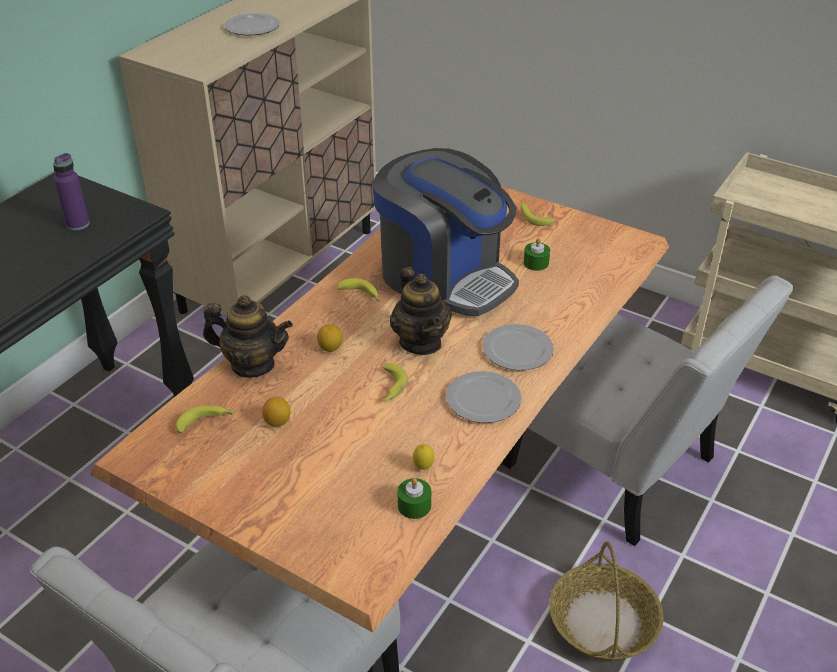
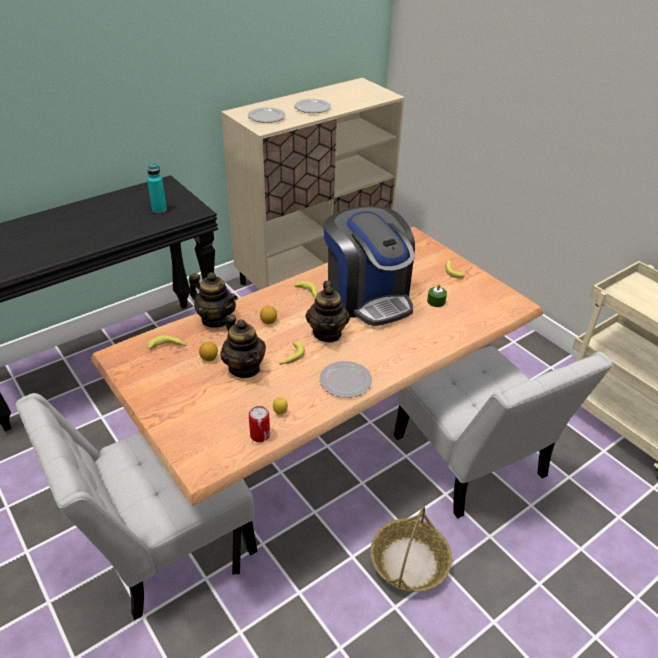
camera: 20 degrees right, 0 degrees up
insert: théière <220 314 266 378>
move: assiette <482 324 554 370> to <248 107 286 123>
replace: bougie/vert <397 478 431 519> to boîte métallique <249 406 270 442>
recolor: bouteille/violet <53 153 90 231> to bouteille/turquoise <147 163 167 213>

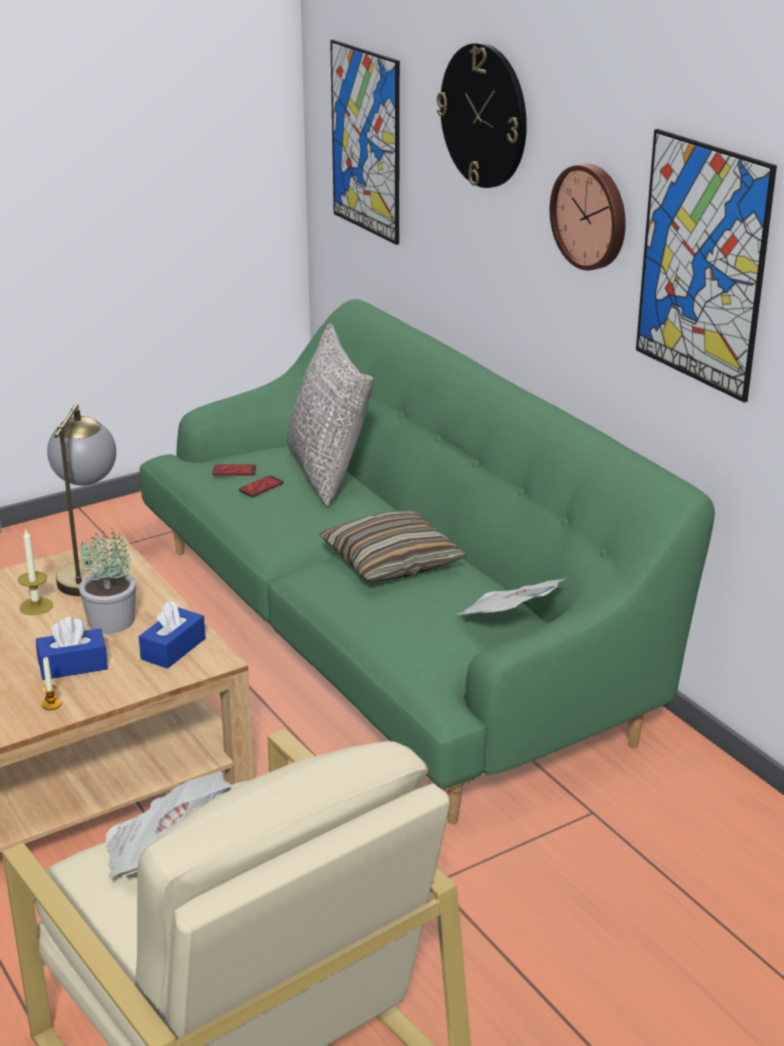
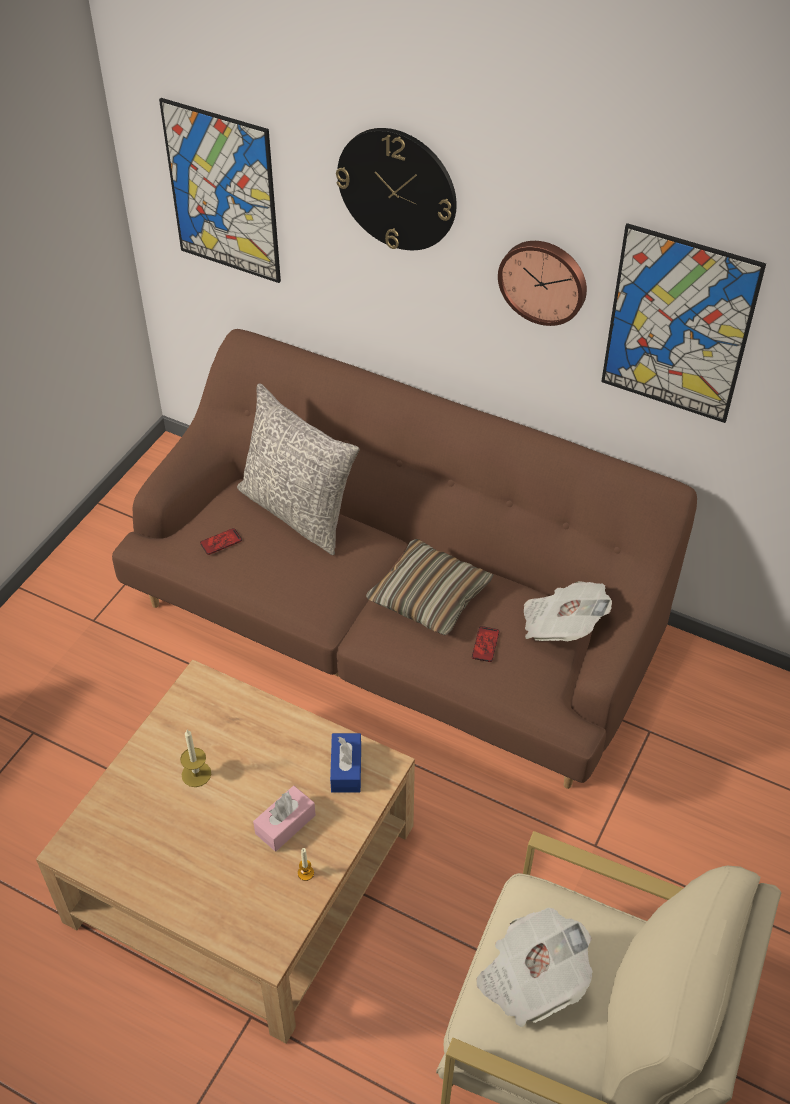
camera: 30 degrees left, 20 degrees up
delete: lampe de table <47 404 116 596>; plante en pot <79 528 136 634>
move: téléphone <239 475 284 497> to <472 626 500 662>
recolor: boîte à mouchoirs/bleu <36 617 108 680> to boîte à mouchoirs/rose <253 786 316 852>; canapé/vert <140 299 715 825> to canapé/marron <112 329 697 789>

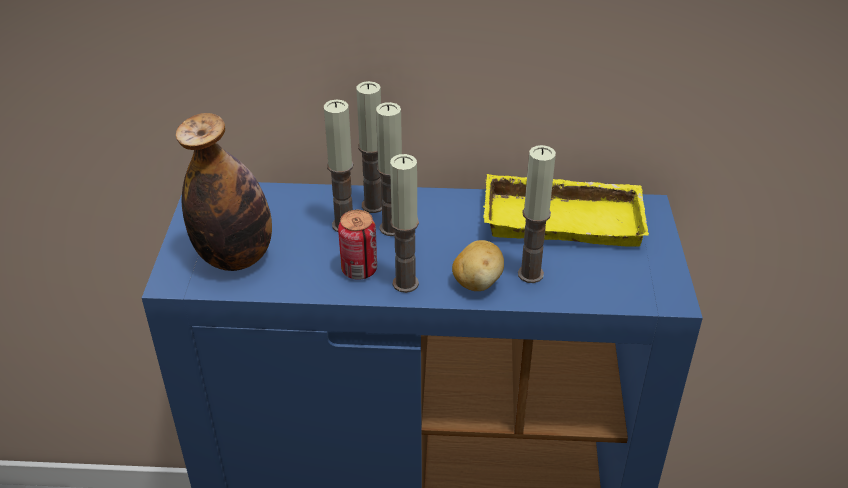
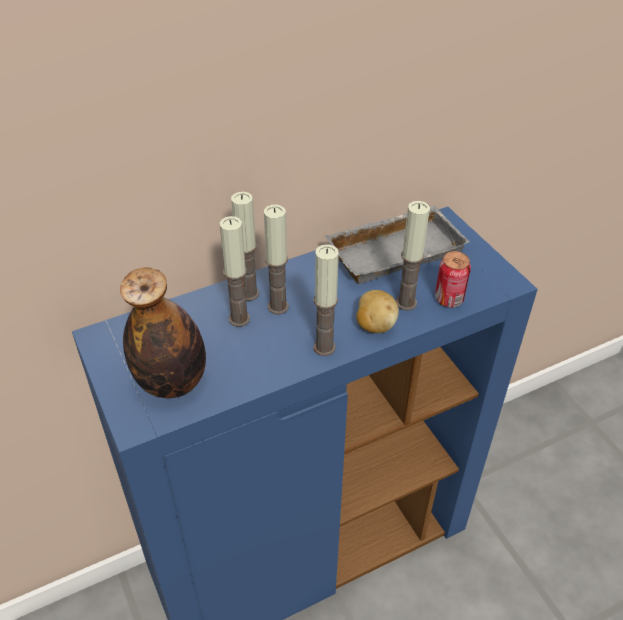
camera: 30 degrees left, 5 degrees up
move: boîte métallique <338 210 377 280> to <435 251 471 307>
recolor: plateau/jaune <483 174 649 247> to plateau/gris <325 206 470 284>

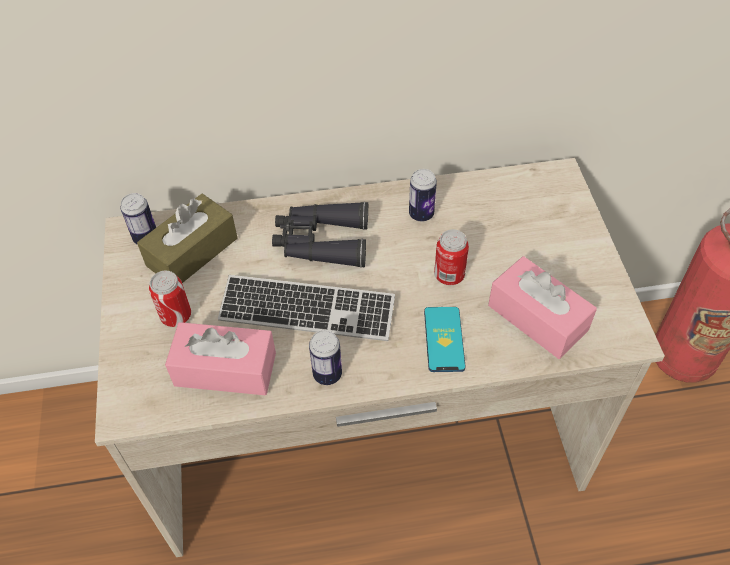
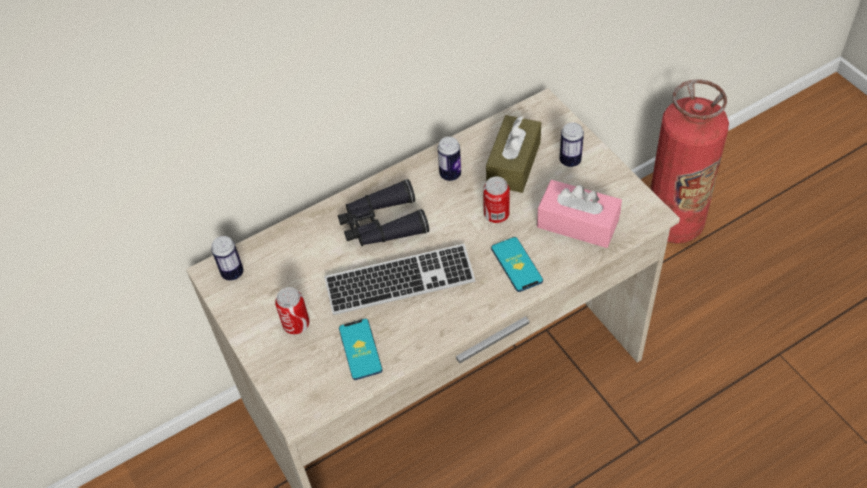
camera: 20 degrees left, 0 degrees up
move: boîte à mouchoirs/marron <137 194 238 283> to <486 115 541 193>; boîte métallique <309 330 342 385> to <560 122 584 167>
replace: boîte à mouchoirs/rose <165 322 276 395> to téléphone <339 319 383 380>

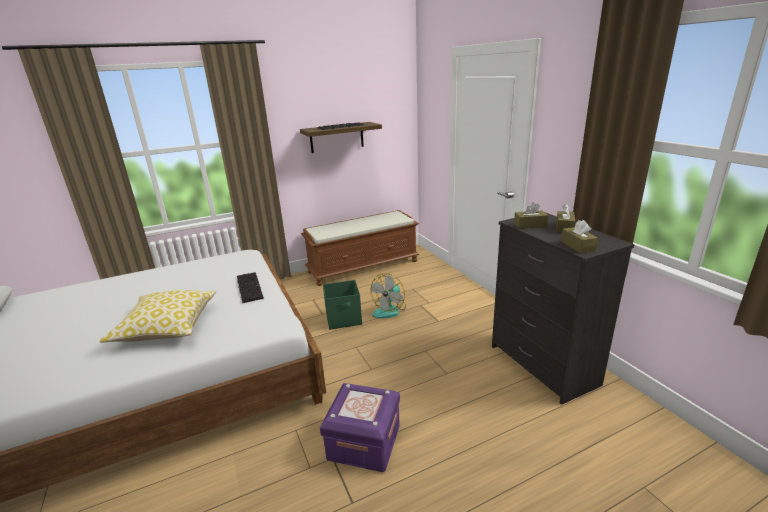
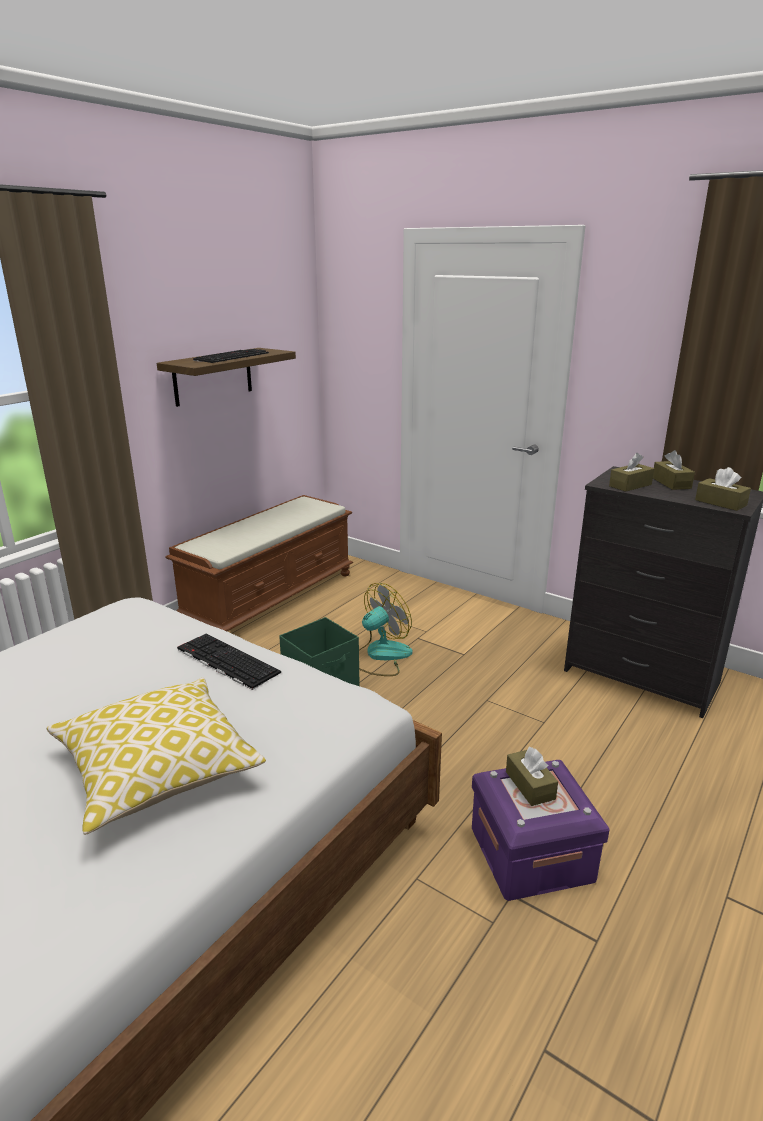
camera: 30 degrees left, 0 degrees up
insert: boîte à mouchoirs/marron <506 747 558 806>
rotate: ventilateur <370 273 406 318> = <359 583 413 676> 135 degrees counterclockwise

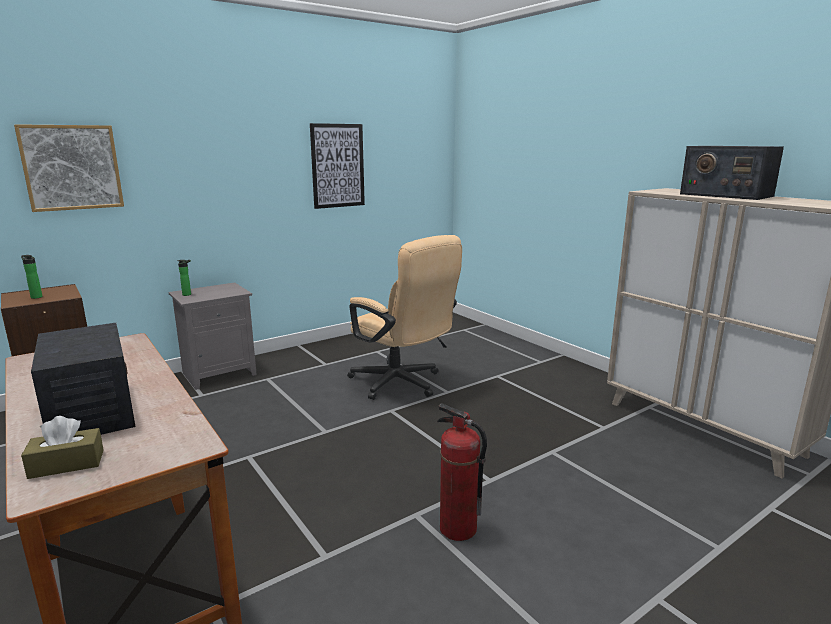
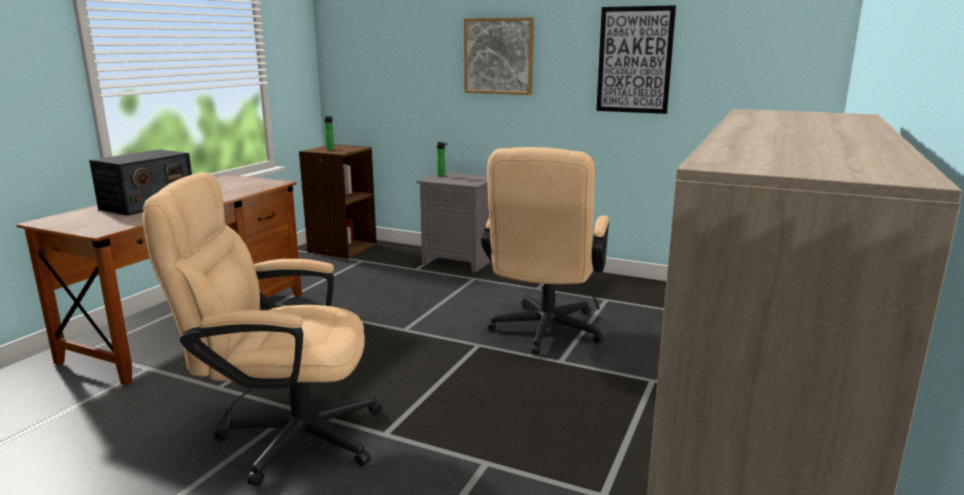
camera: 60 degrees right, 0 degrees up
delete: boîte à mouchoirs/marron <21 416 104 479>; radio <680 146 784 200>
move: tableau <14 124 124 212> to <464 17 534 95>
replace: extincteur <437 403 487 541> to chaise de bureau/beige <142 172 382 486>

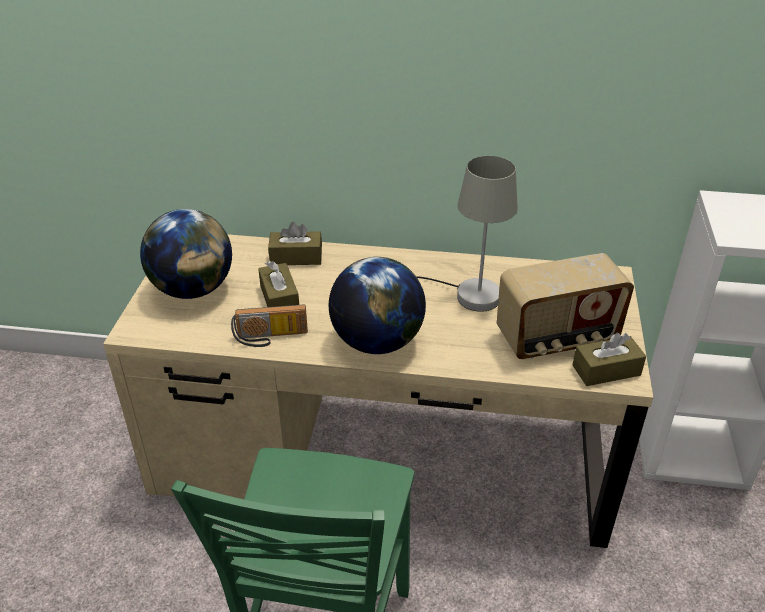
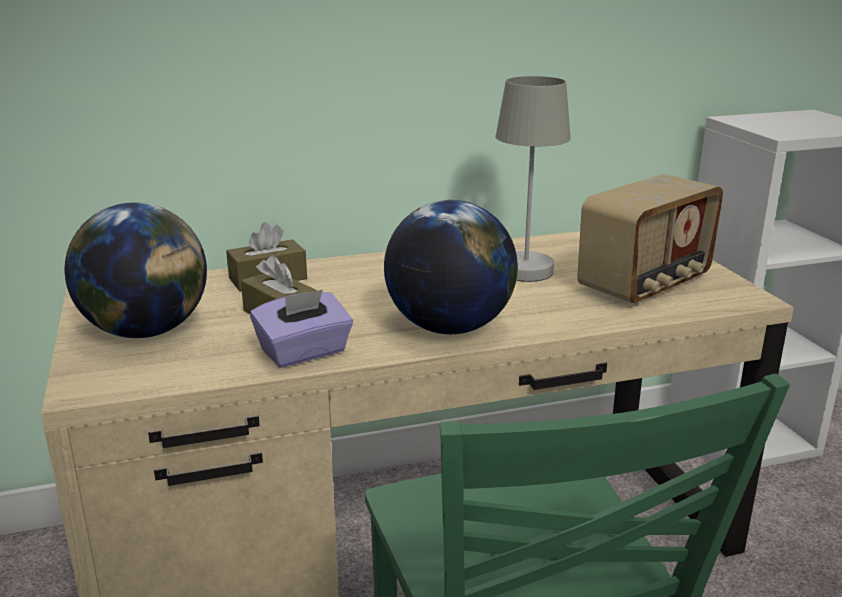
camera: 25 degrees left, 15 degrees down
delete: boîte à mouchoirs/marron <573 333 646 386>
replace: radio <231 304 308 347> to boîte à mouchoirs/violet <250 289 353 368>

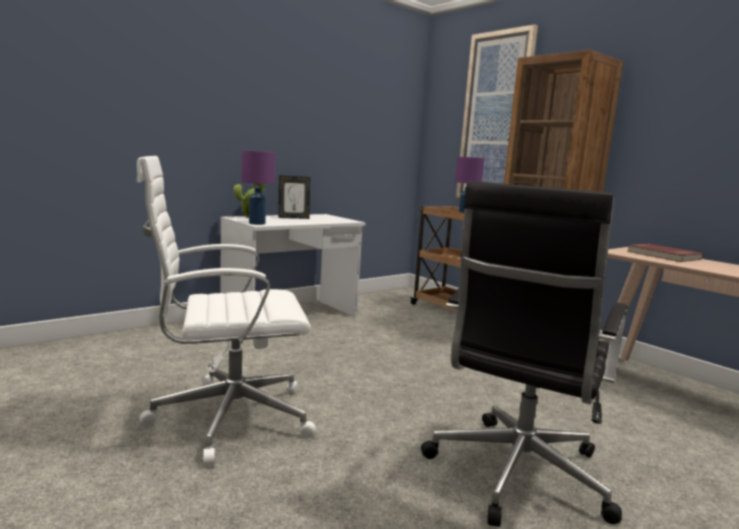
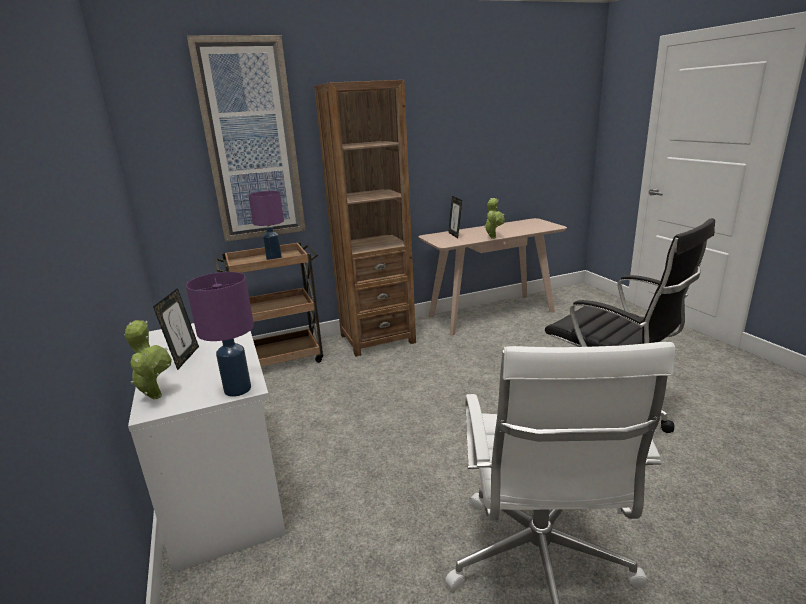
camera: 70 degrees left, 10 degrees up
insert: plante en pot <484 198 505 239>
replace: livre/rouge <627 244 703 262> to cadre photo <448 196 462 238>

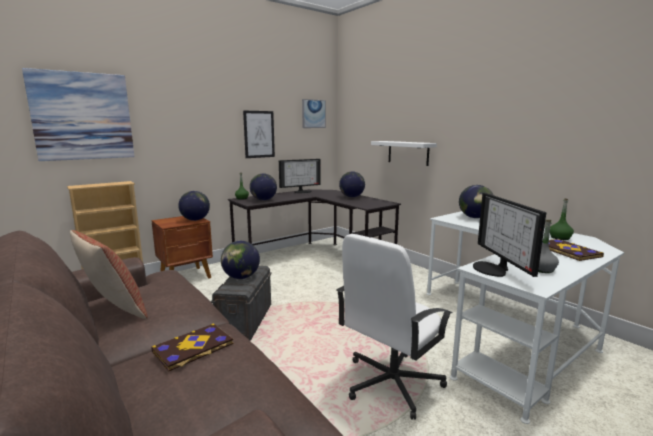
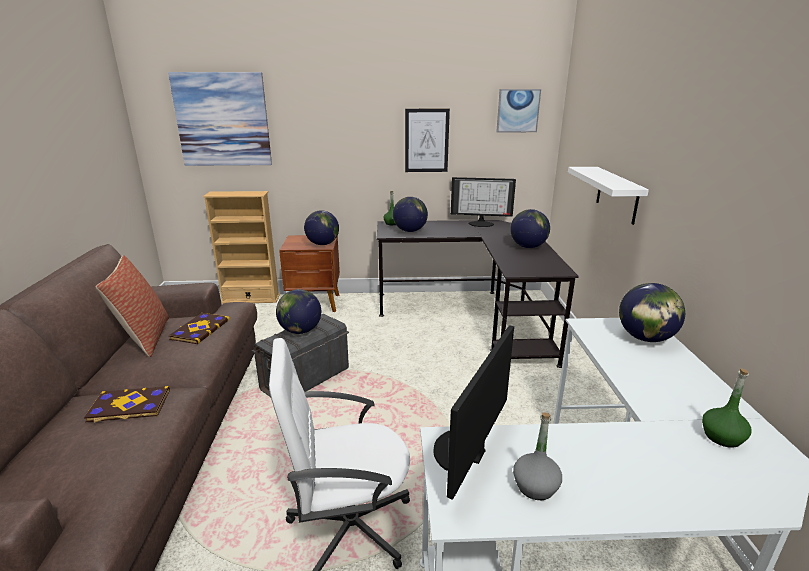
camera: 35 degrees right, 10 degrees up
move: livre <542 239 604 261> to <168 313 230 344>

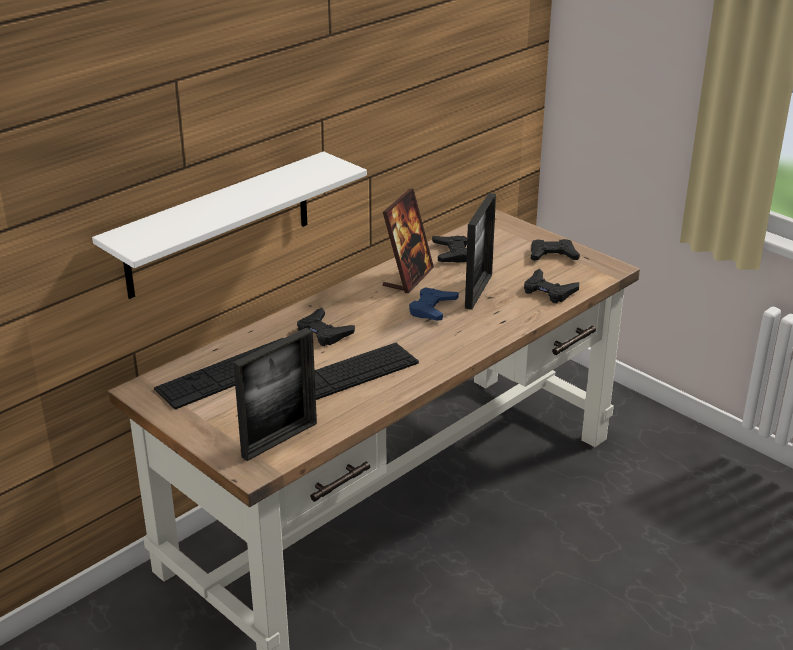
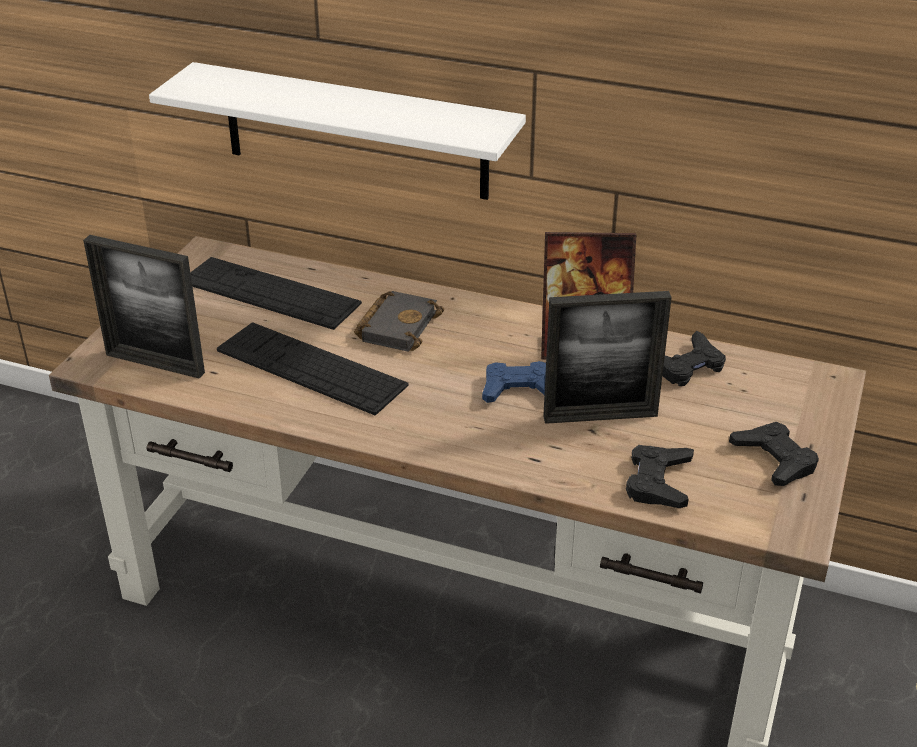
camera: 65 degrees right, 5 degrees up
replace: manette/noir <297 308 355 346> to livre/noir <354 291 444 352>

